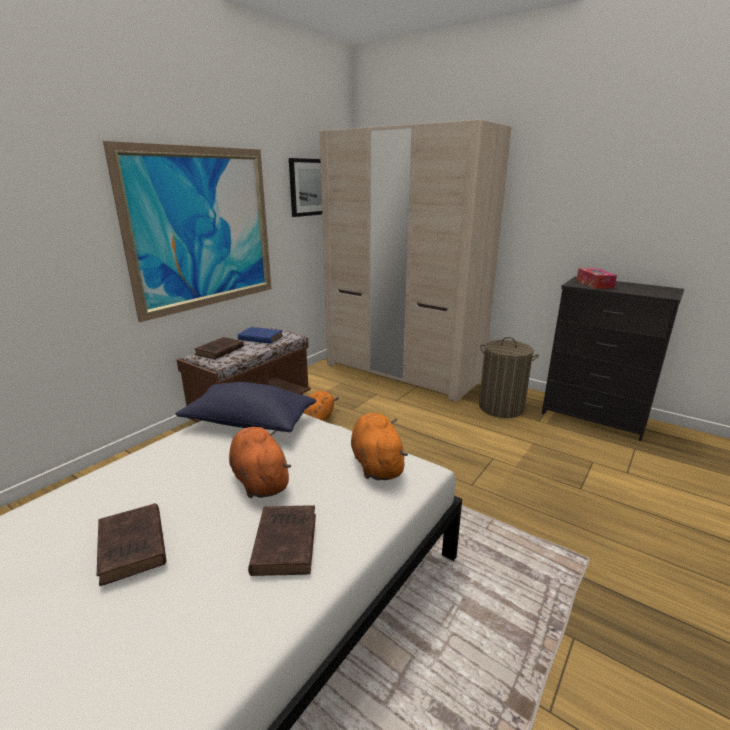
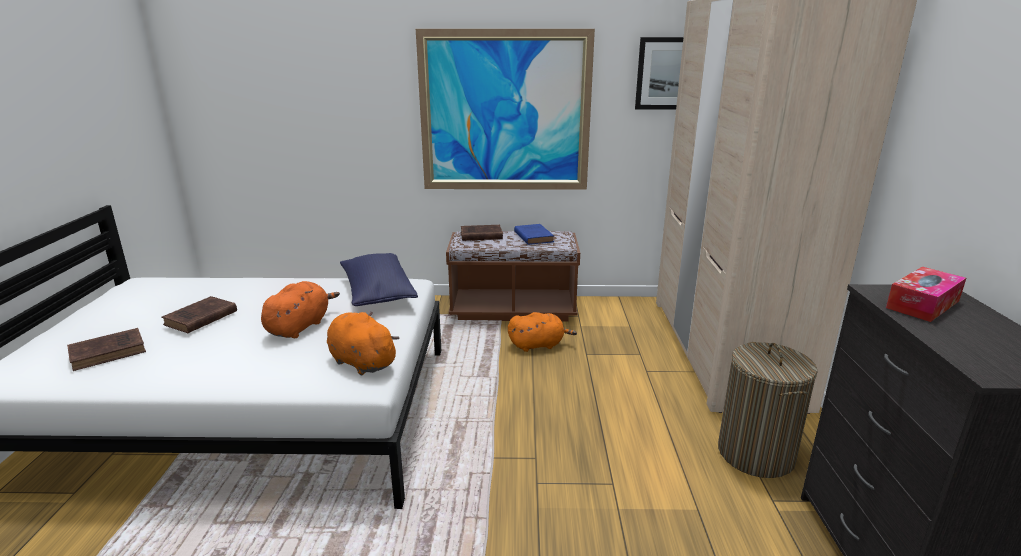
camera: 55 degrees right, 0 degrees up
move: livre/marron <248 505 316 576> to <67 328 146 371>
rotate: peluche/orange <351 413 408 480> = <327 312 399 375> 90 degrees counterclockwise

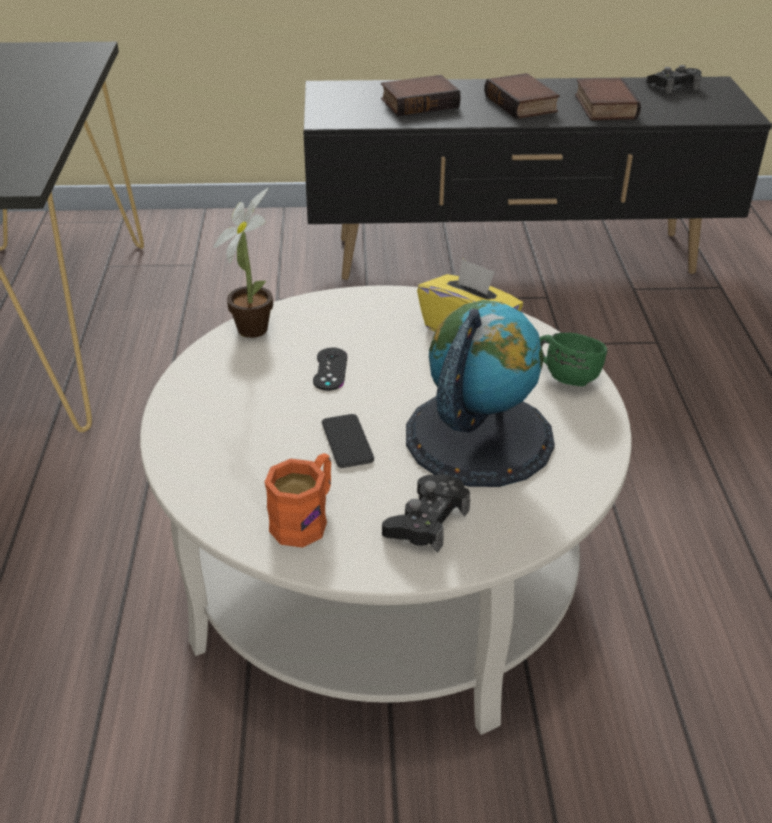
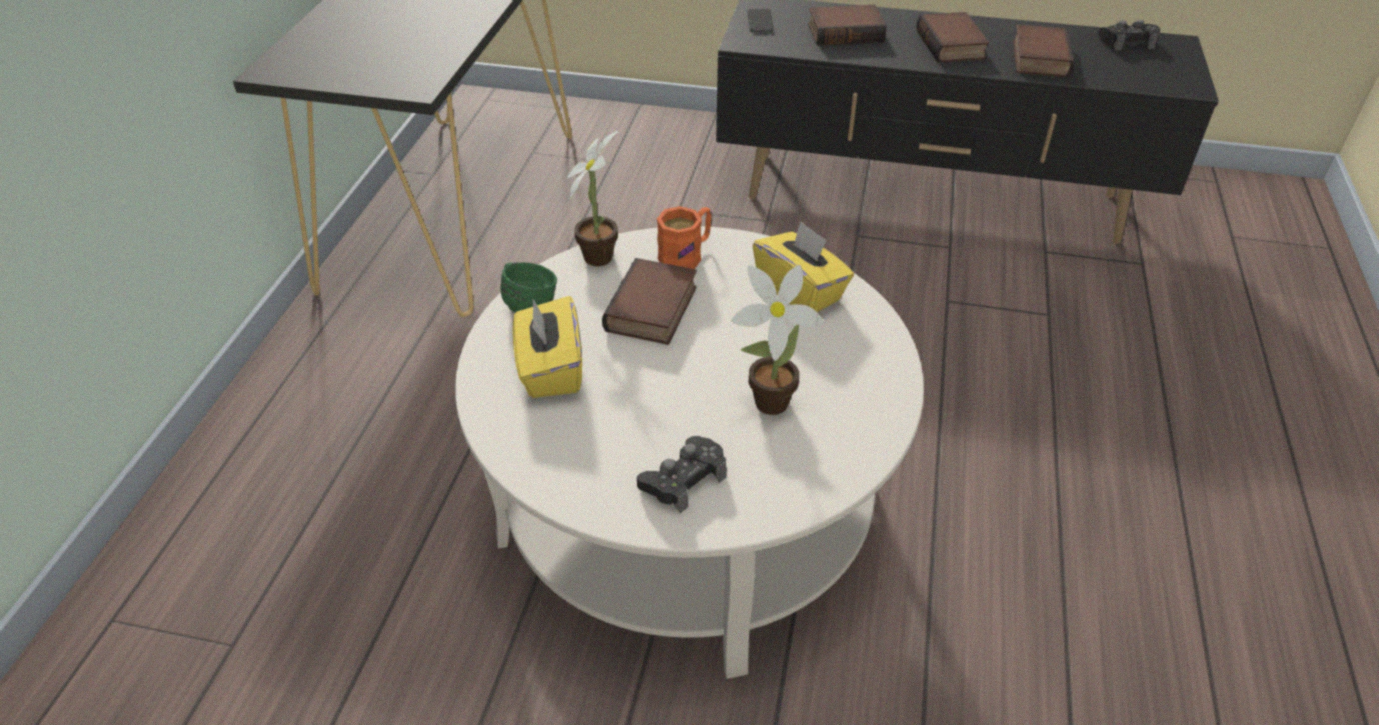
camera: 15 degrees right, 5 degrees up
insert: boîte à mouchoirs/jaune <513 296 582 398>
move: mug/orange <264 453 331 548> to <657 206 712 269>; téléphone <322 414 374 468> to <748 9 774 32>; mug/vert <539 332 607 387> to <500 262 557 313>
replace: manette/noir <313 348 347 391> to livre <602 258 697 345>; globe <406 300 555 487> to plante en pot <731 265 824 415>

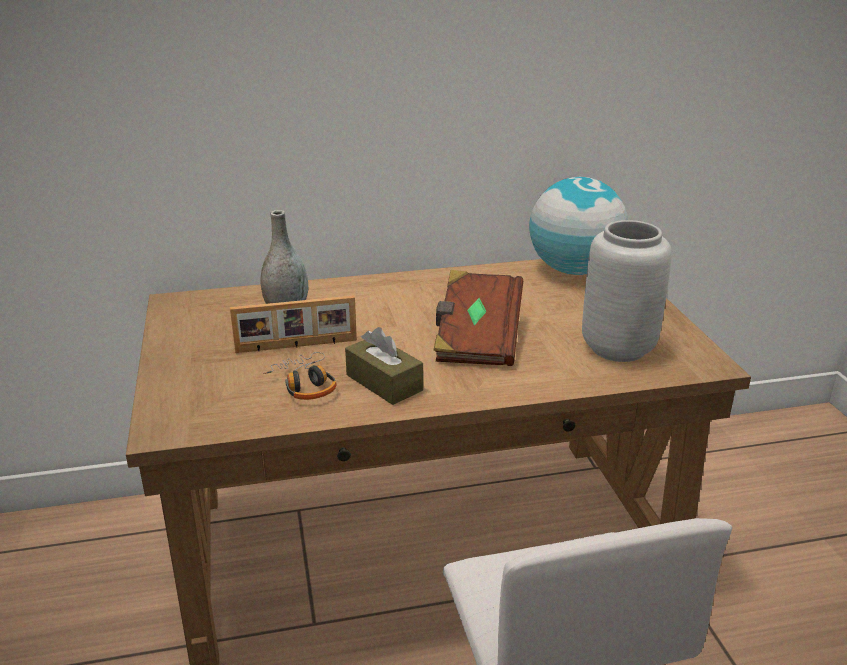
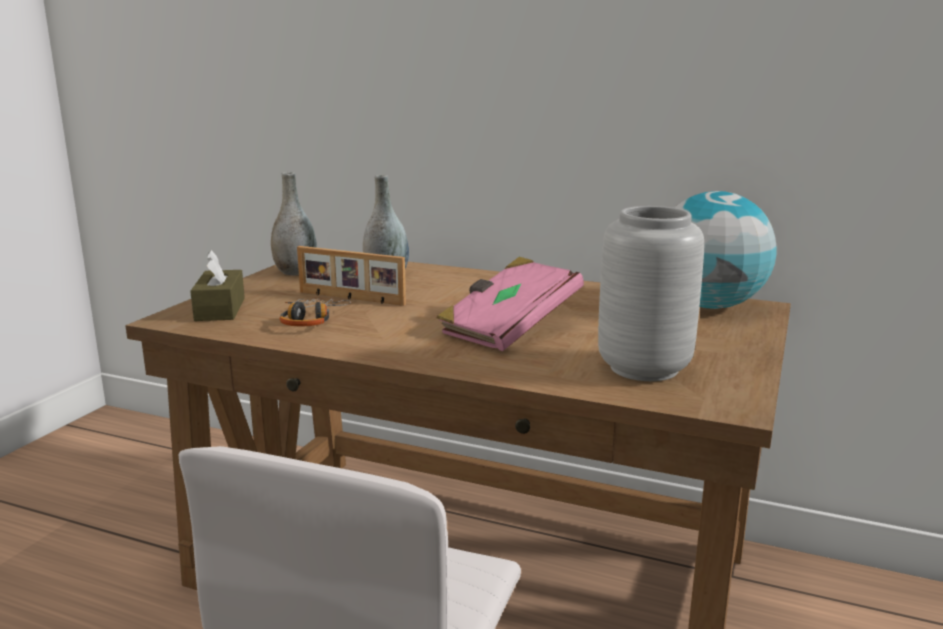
camera: 35 degrees right, 10 degrees down
insert: vase/gris <271 172 317 275>
move: boîte à mouchoirs/marron <345 327 423 405> to <190 250 245 321>
recolor: livre/marron <433 270 523 366> to livre/rose <437 257 584 351>

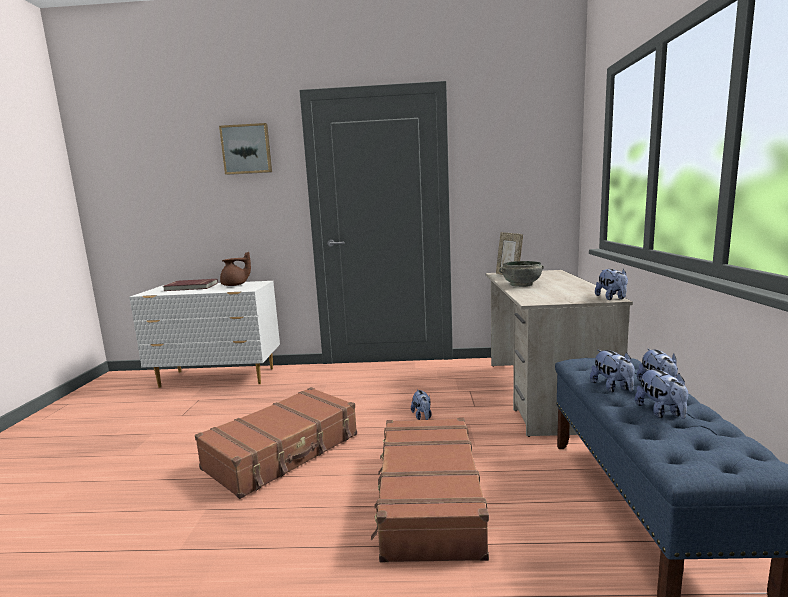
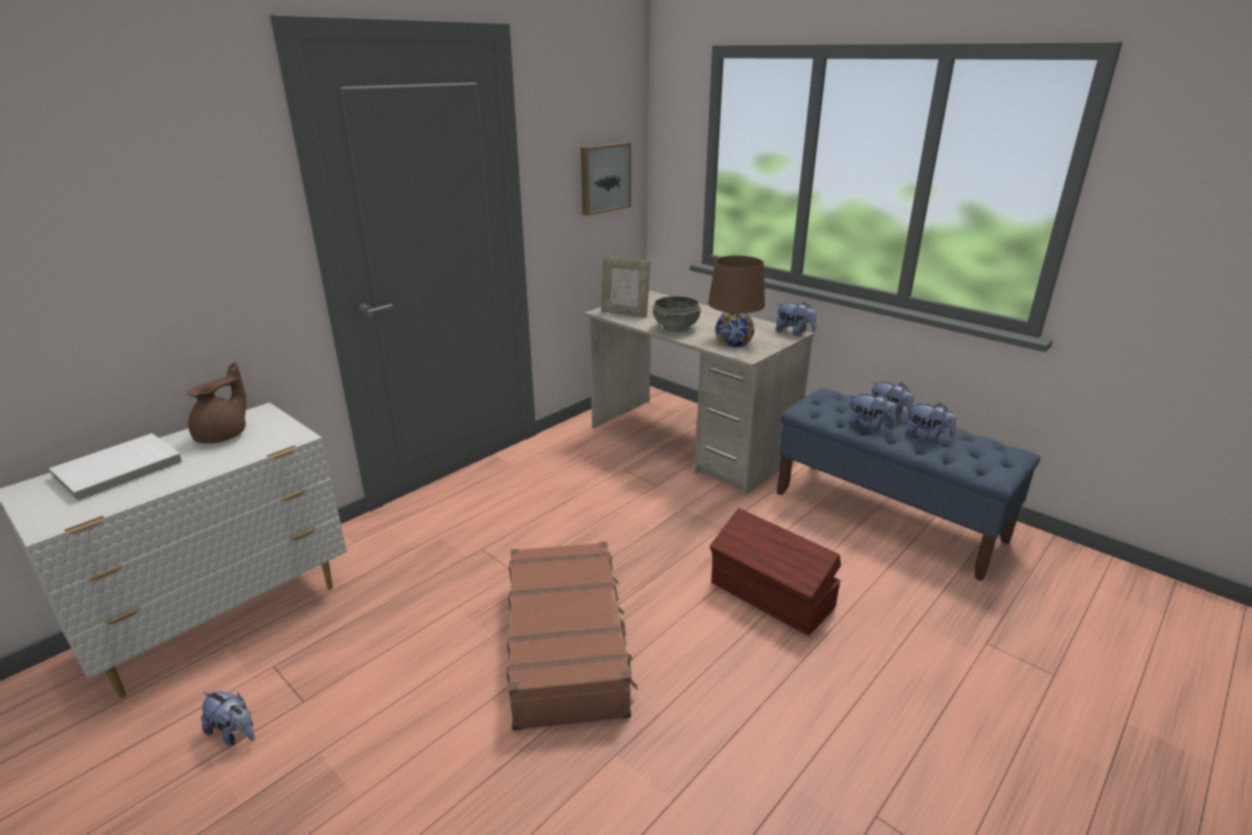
camera: 50 degrees left, 15 degrees up
insert: lampe de table/marron <708 255 765 347>
move: tableau <219 123 272 175> to <581 142 631 216>; peluche <411 389 432 420> to <201 691 255 746>
replace: valise/marron <371 418 489 562> to boîte de rangement/marron <710 508 841 636>
recolor: livre/rouge <163 279 218 291> to livre/blanc <49 433 183 502>

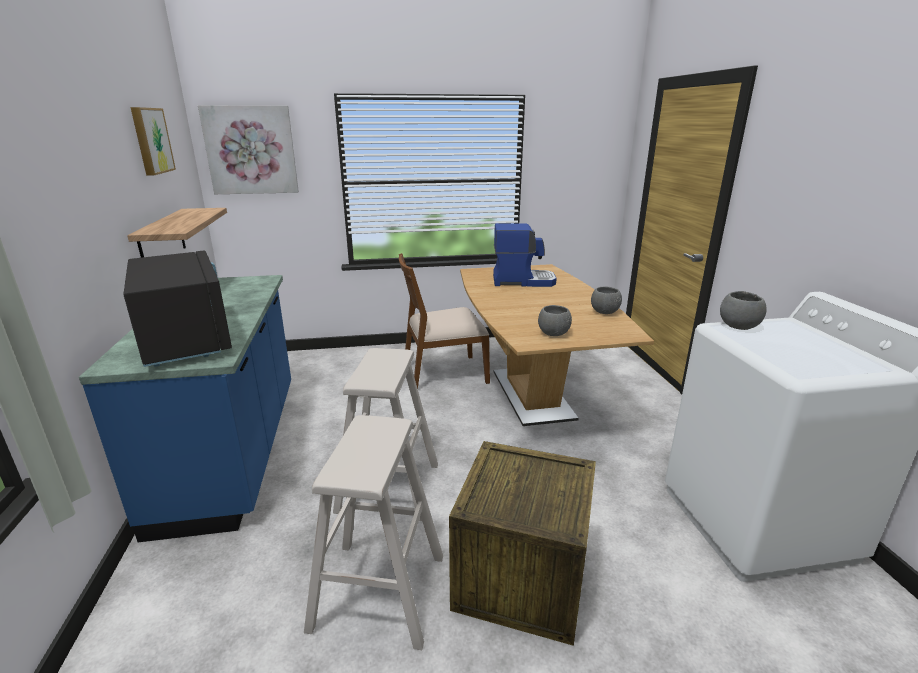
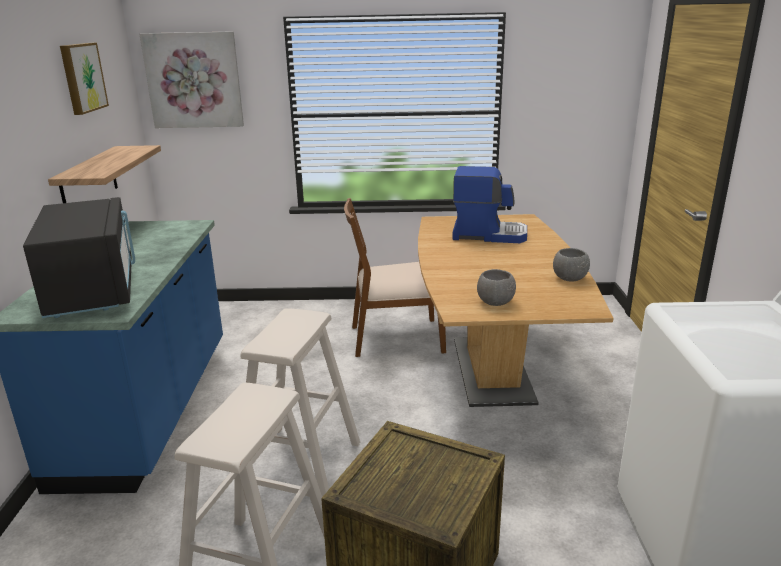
camera: 10 degrees right, 0 degrees up
delete: bol/gris <720 291 767 330>

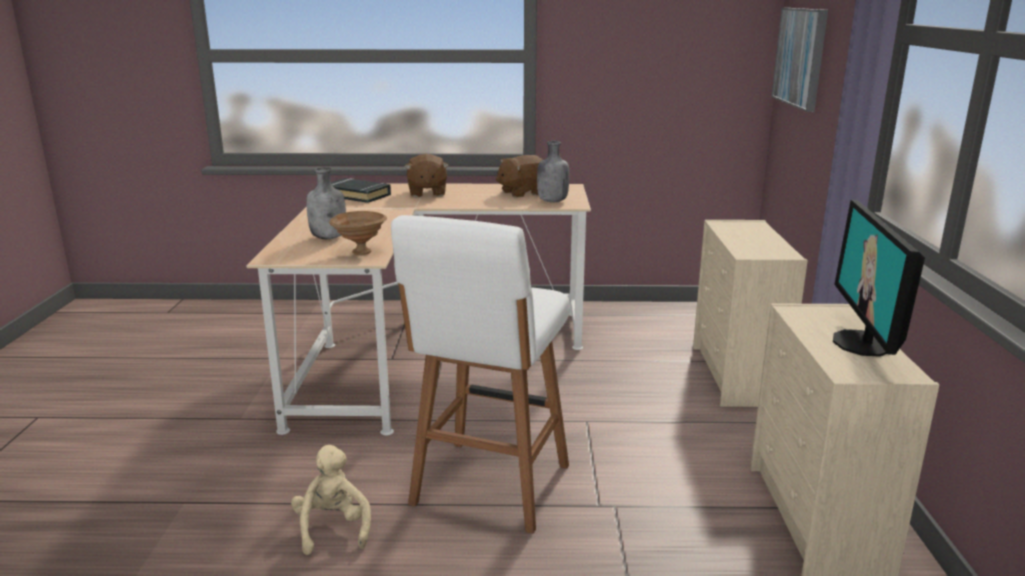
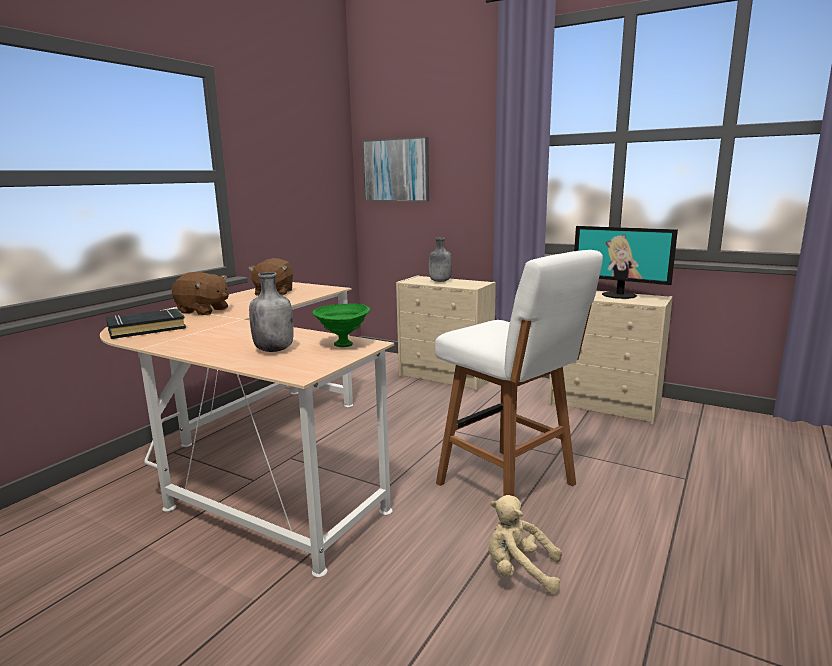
camera: 60 degrees left, 5 degrees down
move: bouteille/gris <537 141 569 202> to <429 238 452 282>
recolor: bol/marron <329 211 387 255> to bol/vert <312 304 370 347>

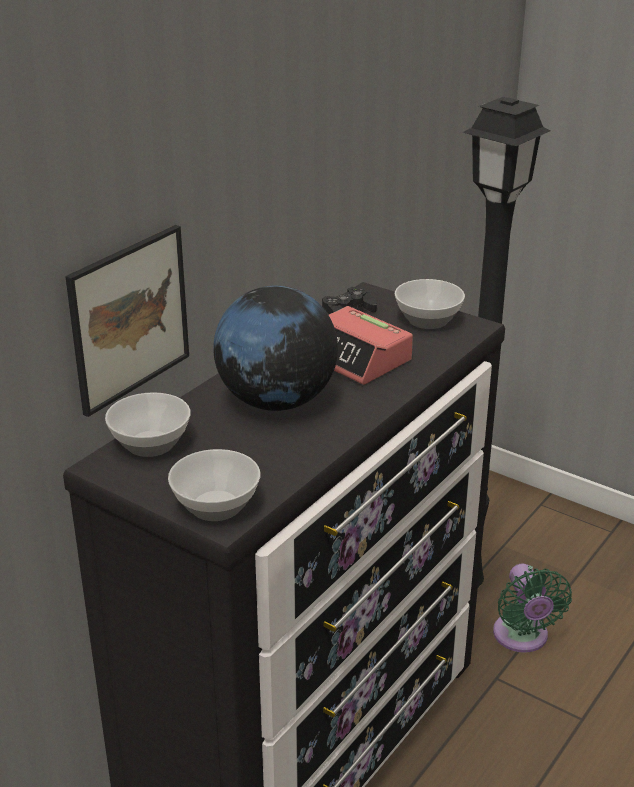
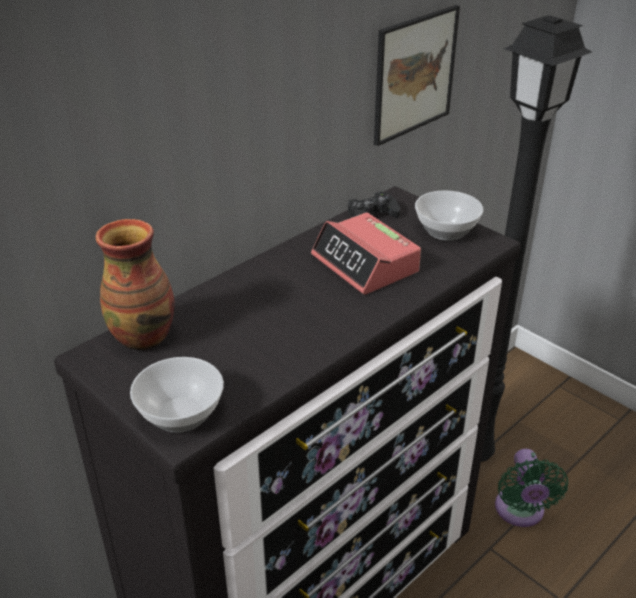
camera: 10 degrees right, 5 degrees up
delete: globe <213 286 338 411>
move: tableau <65 225 189 417> to <374 5 460 146>
replace: bol <105 392 191 457> to vase <95 219 175 350>

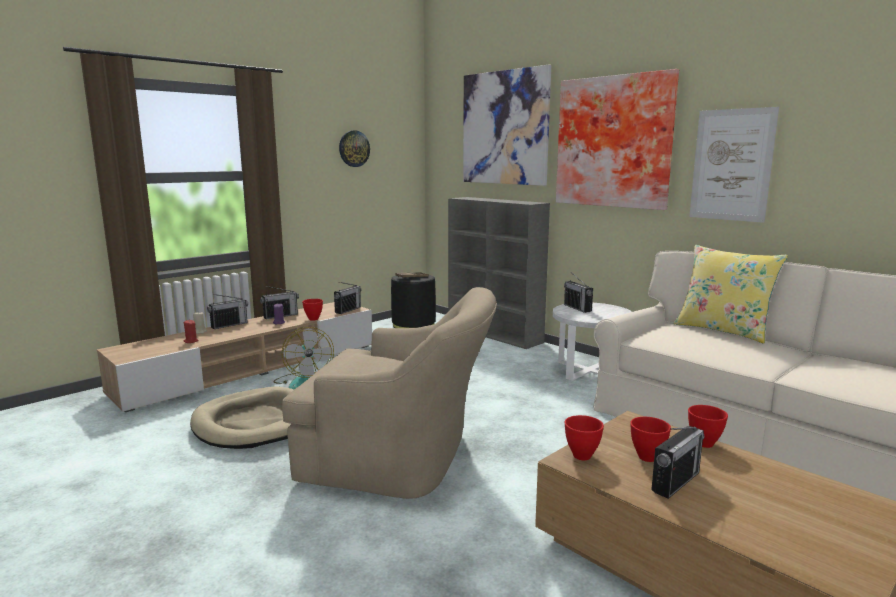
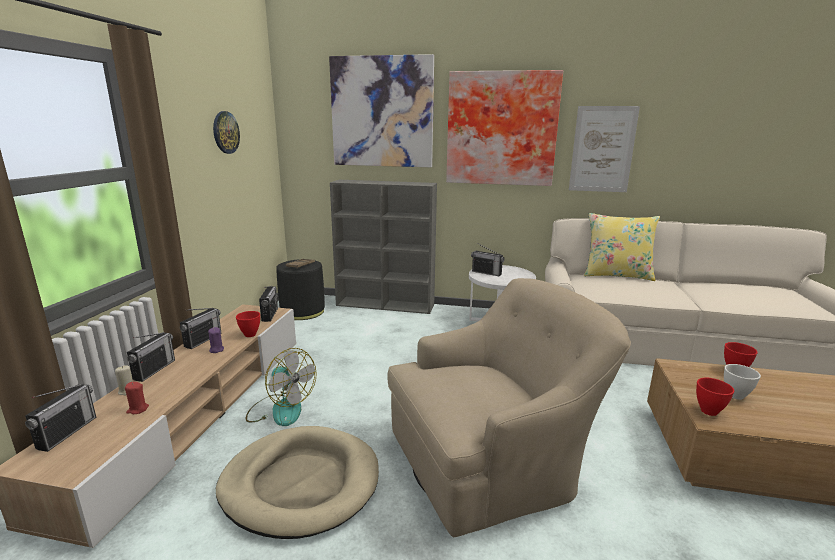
camera: 35 degrees left, 5 degrees up
move: radio <651 426 704 499> to <25 384 96 452>
recolor: bol/rouge <630 417 671 462> to bol/blanc <724 364 761 400>

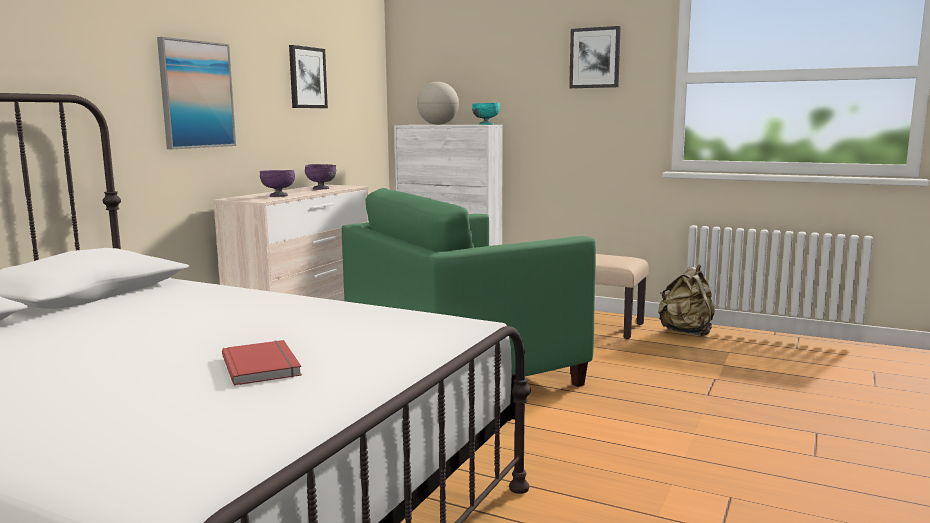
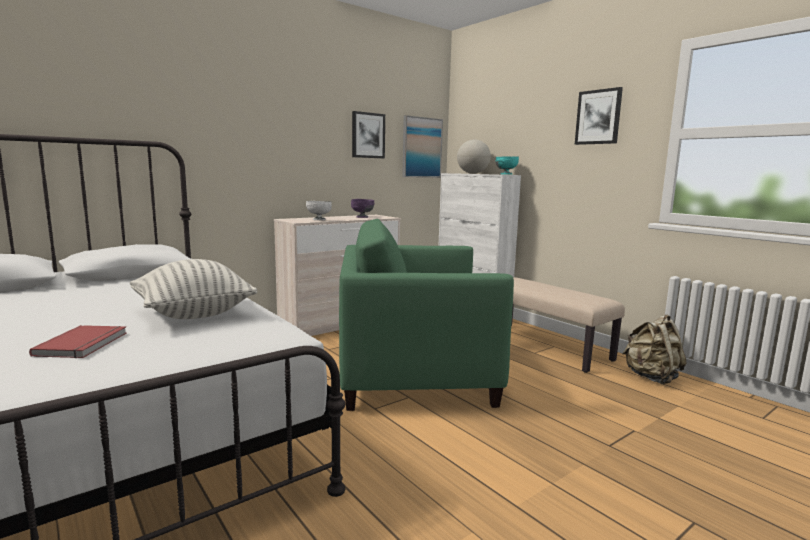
camera: 25 degrees right, 0 degrees up
insert: coussin <130 259 257 319>
move: tableau <157 37 236 149> to <402 115 443 178>
recolor: bol/violet <260 170 295 197> to bol/blanc <306 201 332 220>

